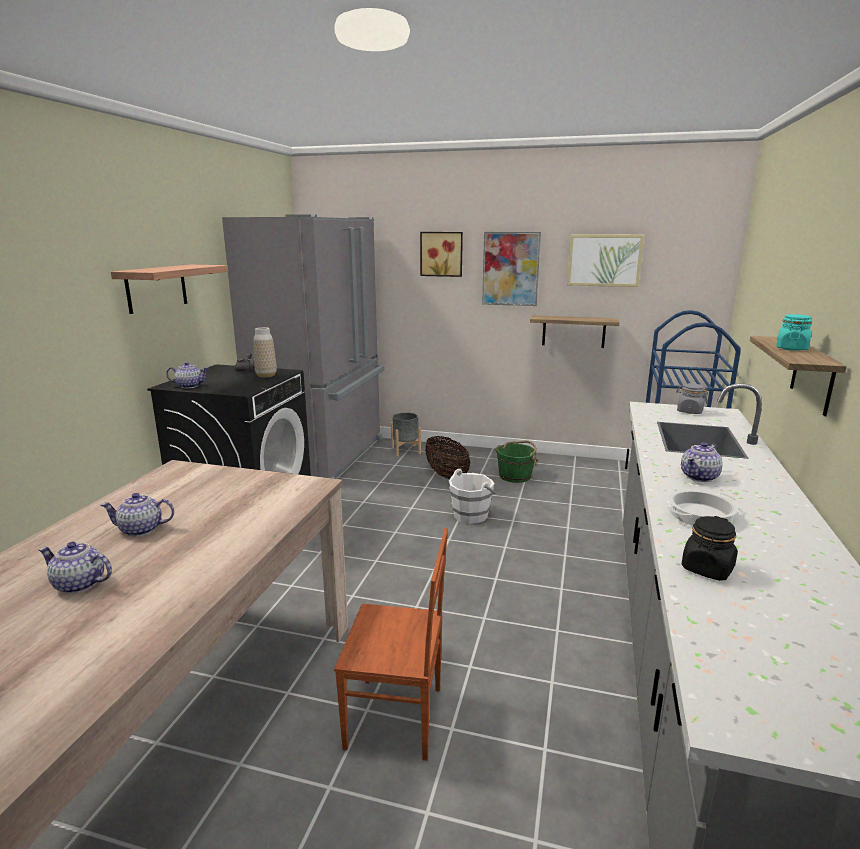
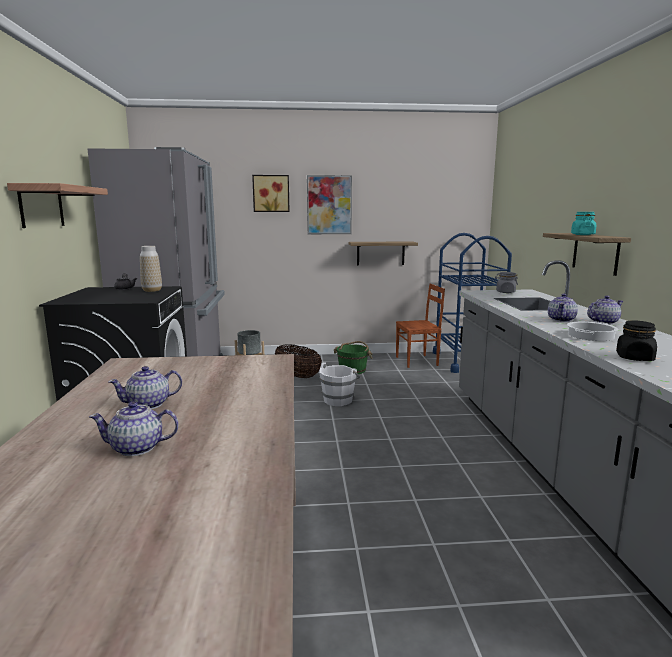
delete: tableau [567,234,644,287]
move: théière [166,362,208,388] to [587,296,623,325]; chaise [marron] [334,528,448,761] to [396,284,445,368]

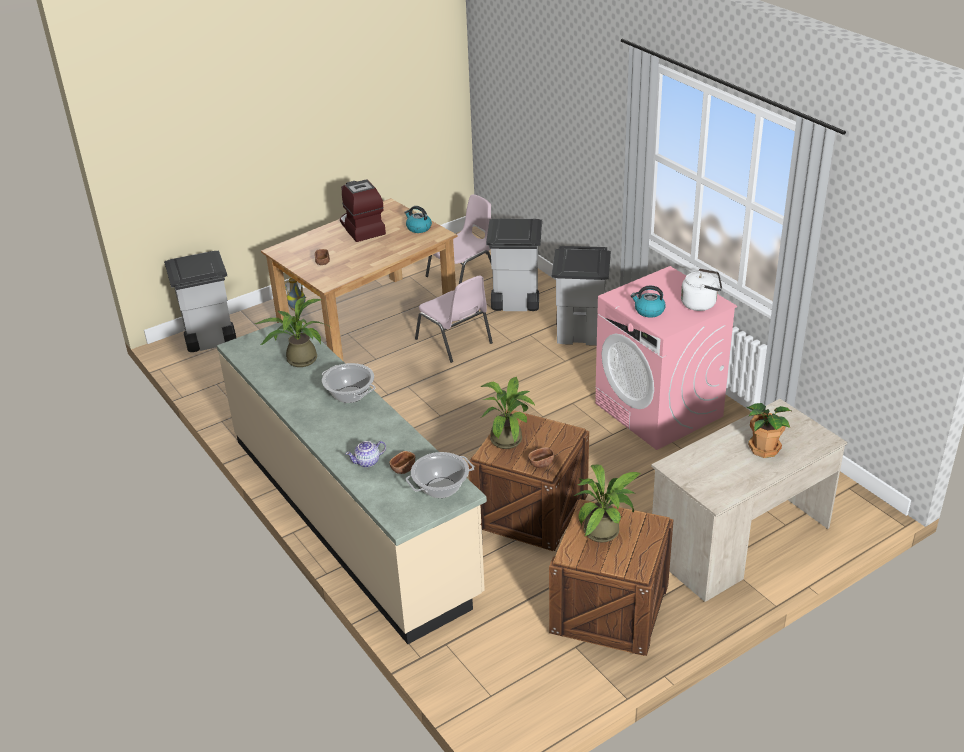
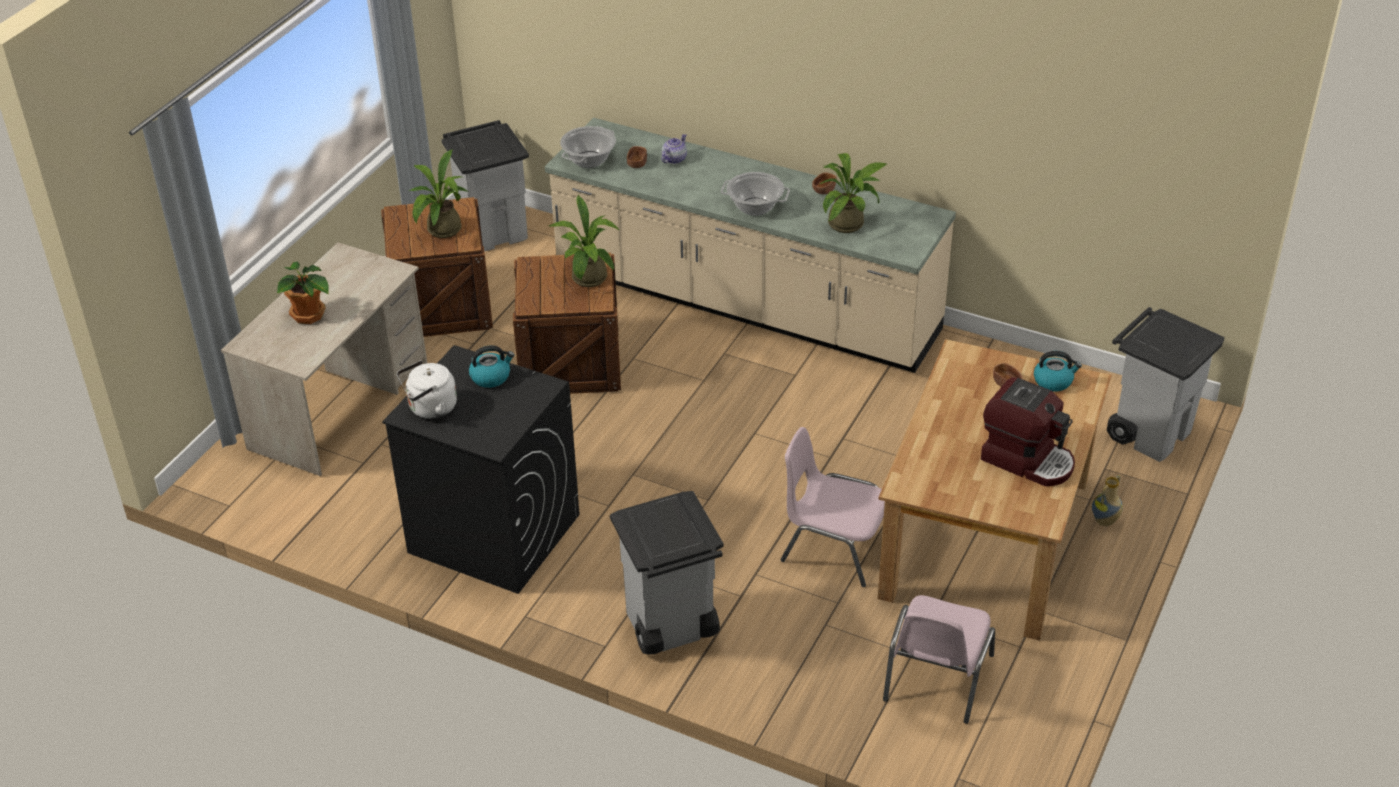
move: bouilloire [404,206,432,233] to [1034,351,1082,392]; poubelle [gris] [486,219,542,311] to [442,120,529,252]; bol [marron] [528,447,554,468] to [812,172,837,194]
recolor: lave-linge [rose] [595,266,737,450] to lave-linge [noir] [382,345,580,594]

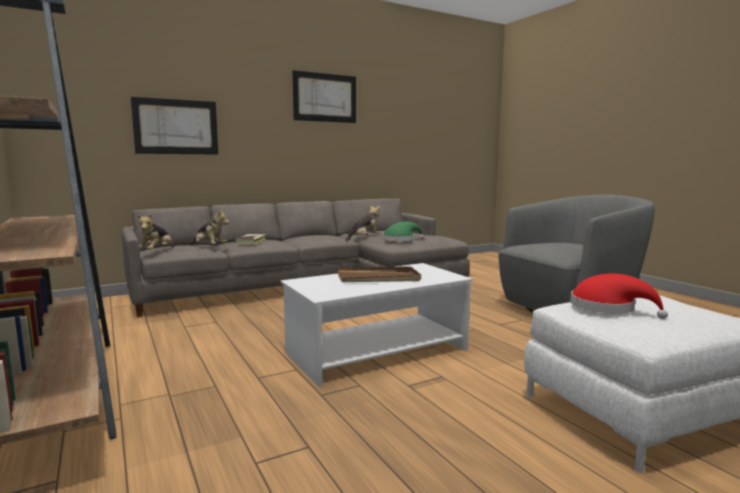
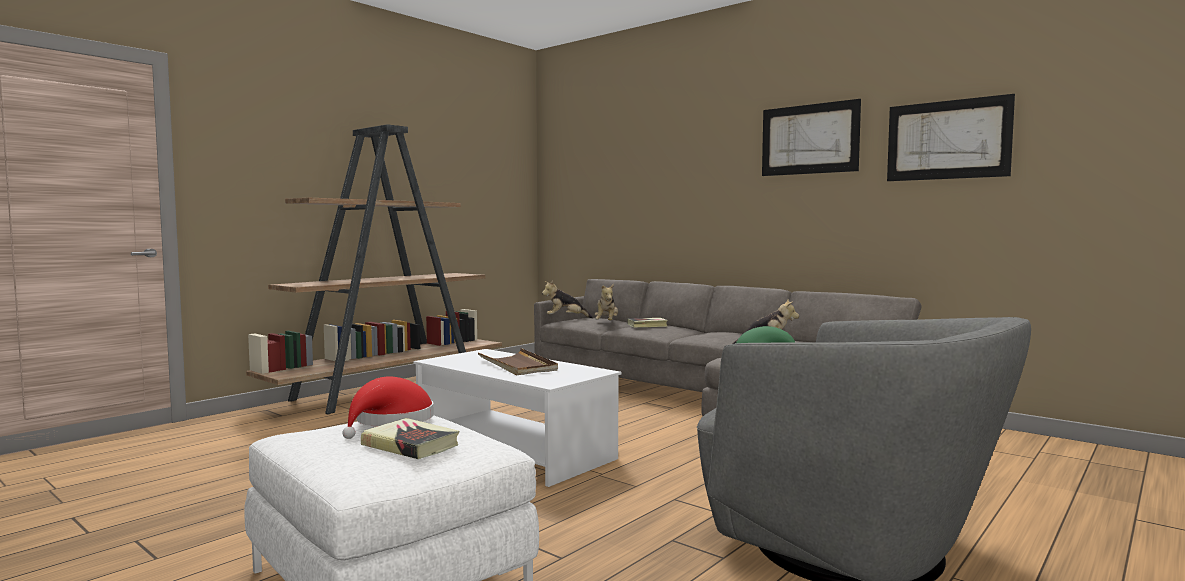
insert: livre [361,418,459,459]
move: tableau [131,97,218,155] to [887,94,1015,181]

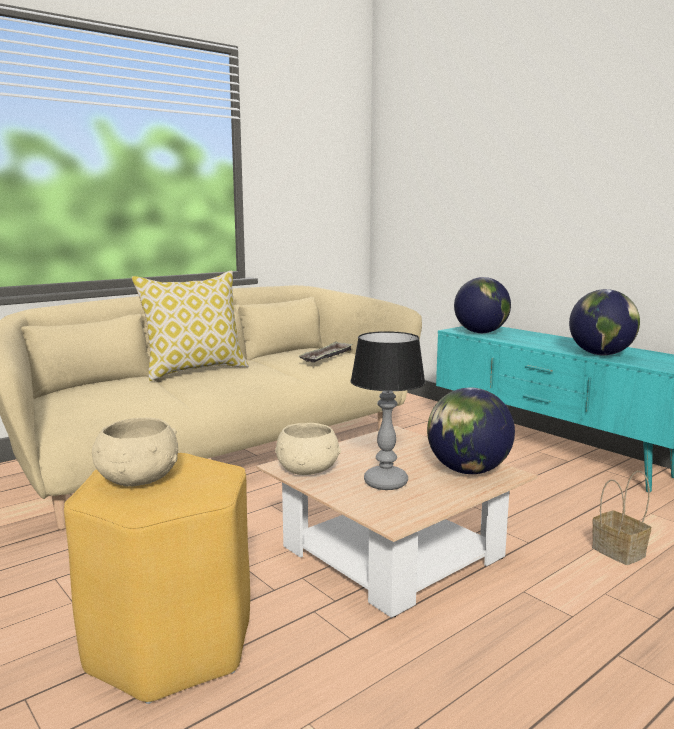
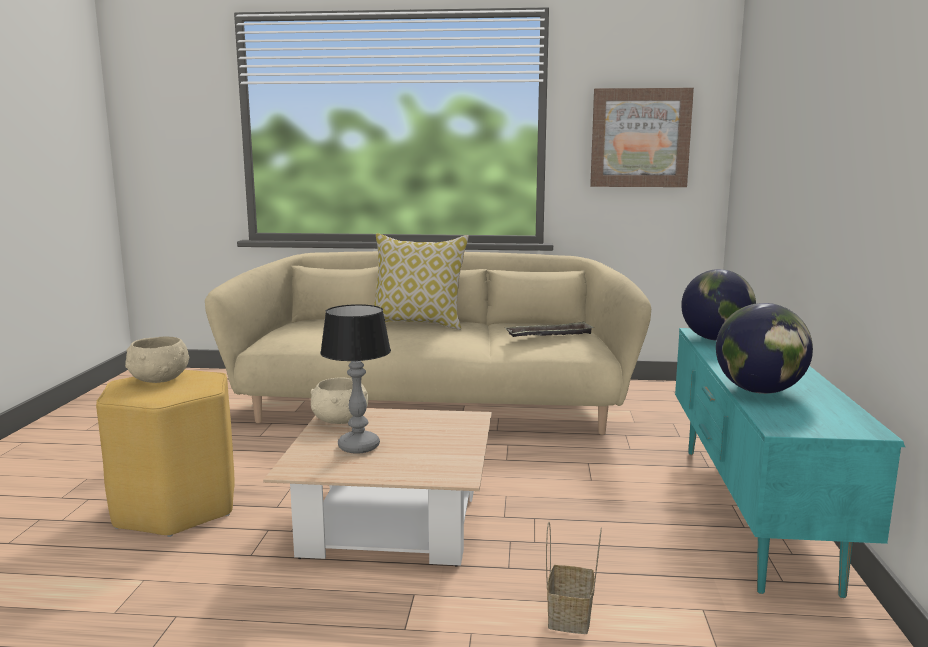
delete: globe [427,388,515,474]
insert: tableau [590,88,694,187]

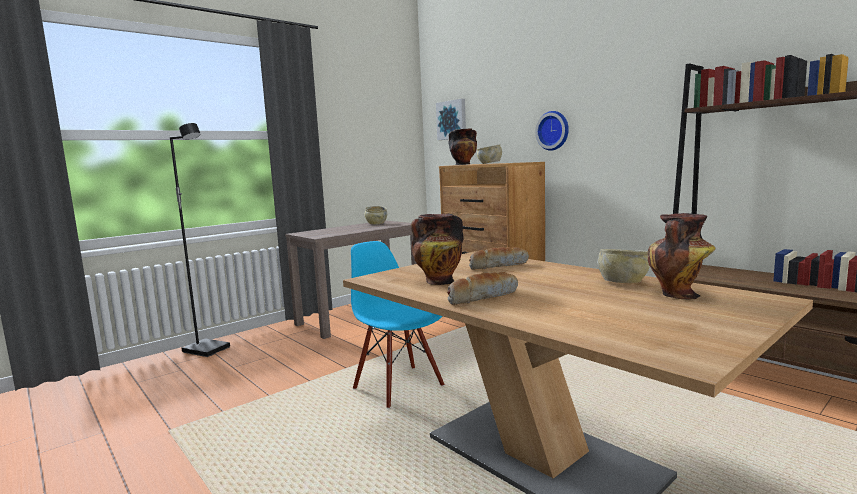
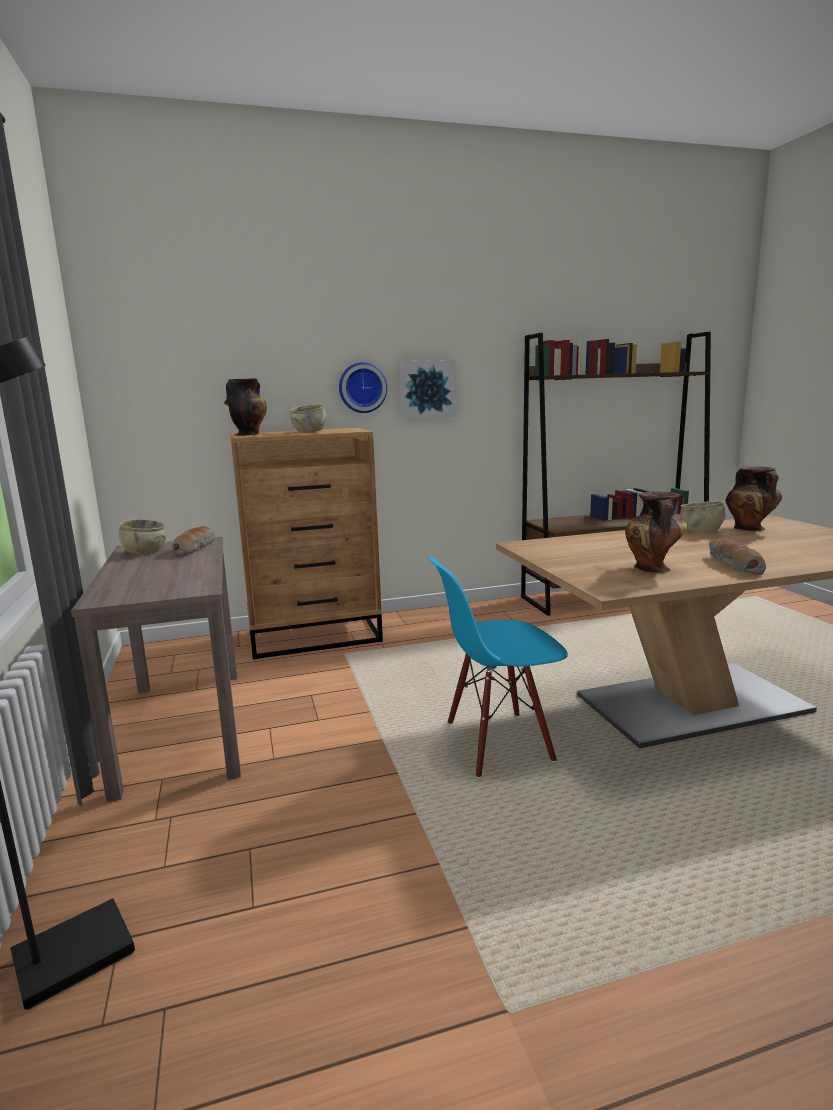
move: tableau [436,99,466,140] to [399,360,456,419]; pain [469,247,529,270] to [172,526,215,556]

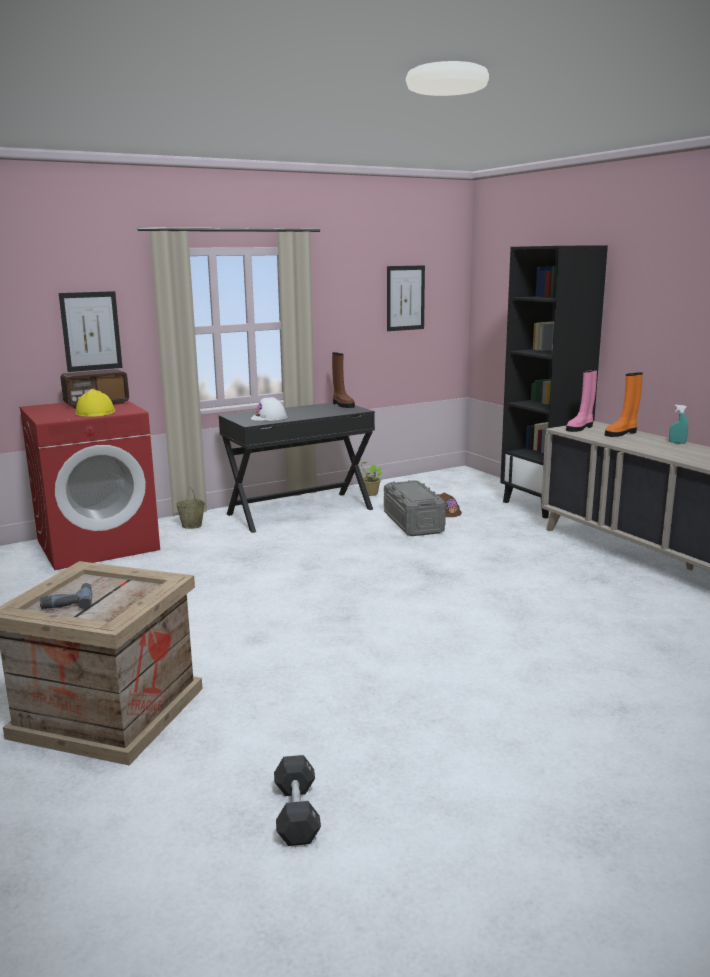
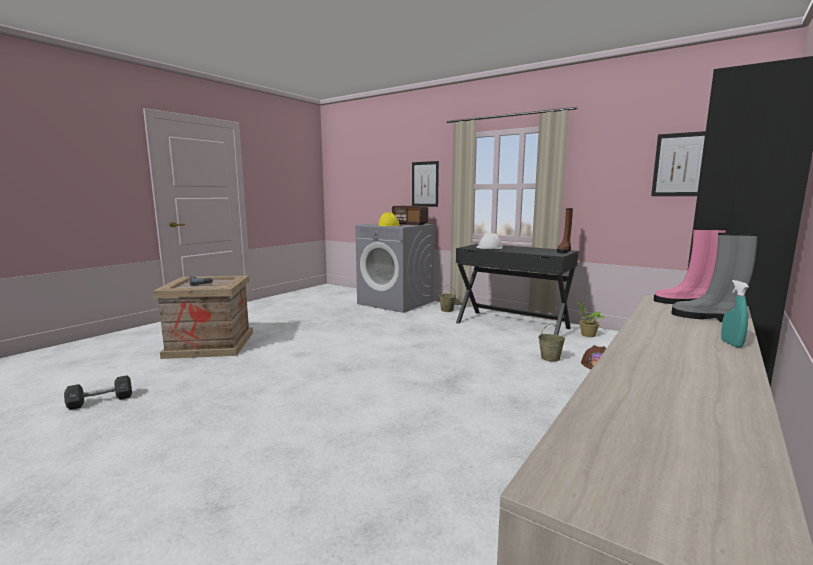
replace: boîte de rangement [gris] [384,480,446,536] to seau [beige] [538,323,565,362]
recolor: lave-linge [rouge] [20,401,160,570] to lave-linge [gris] [355,223,436,313]; botte [orange] [605,372,643,437] to botte [gris] [671,233,758,322]

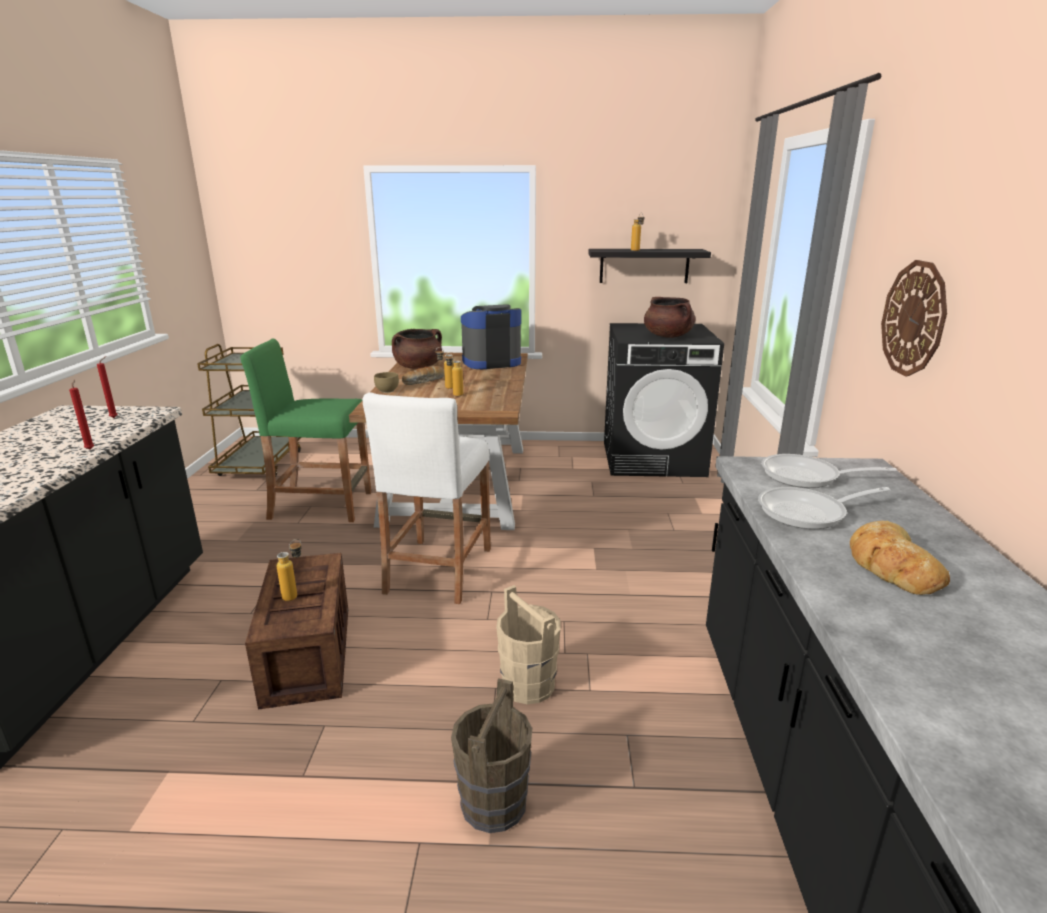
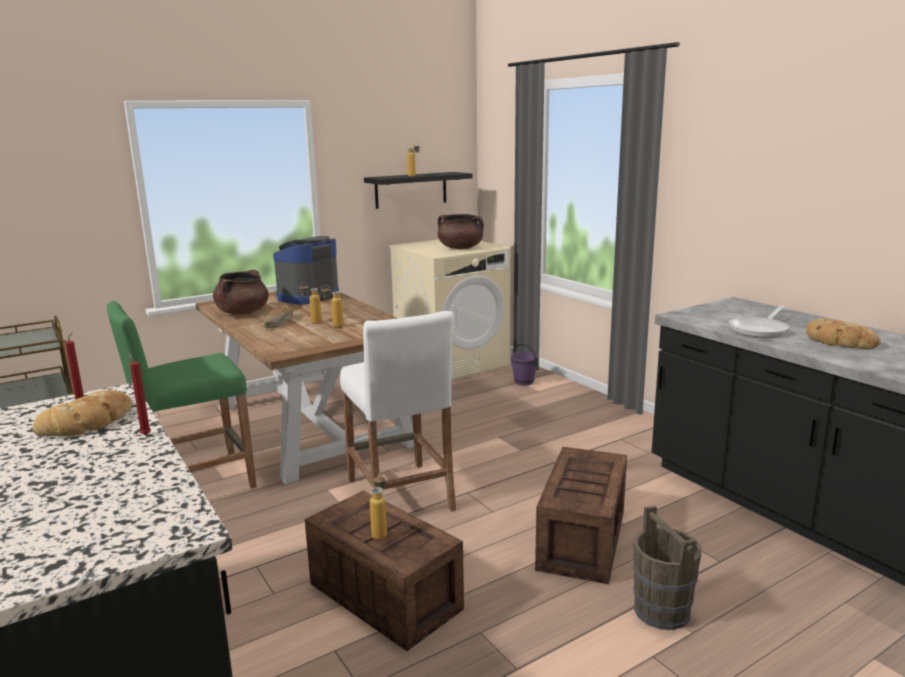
delete: bol [marron] [374,372,399,393]; poêle [762,454,897,488]; horloge murale [881,260,947,377]
insert: pain [32,390,132,436]; seau [violet] [510,344,539,386]
replace: seau [beige] [496,585,561,704] to caisse [535,447,627,584]
recolor: lave-linge [noir] [604,323,724,477] to lave-linge [beige] [389,239,511,380]

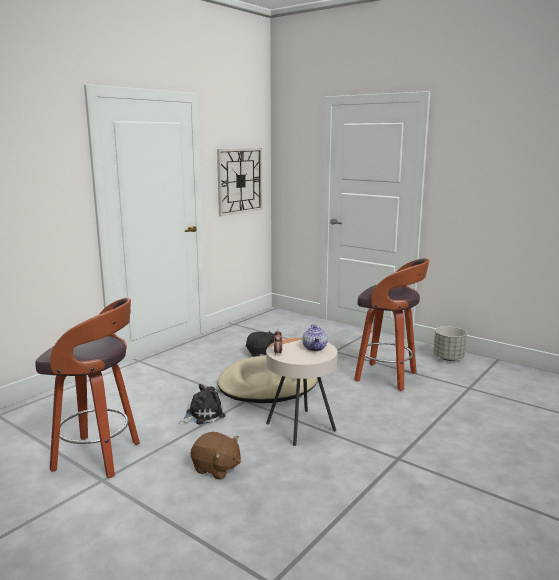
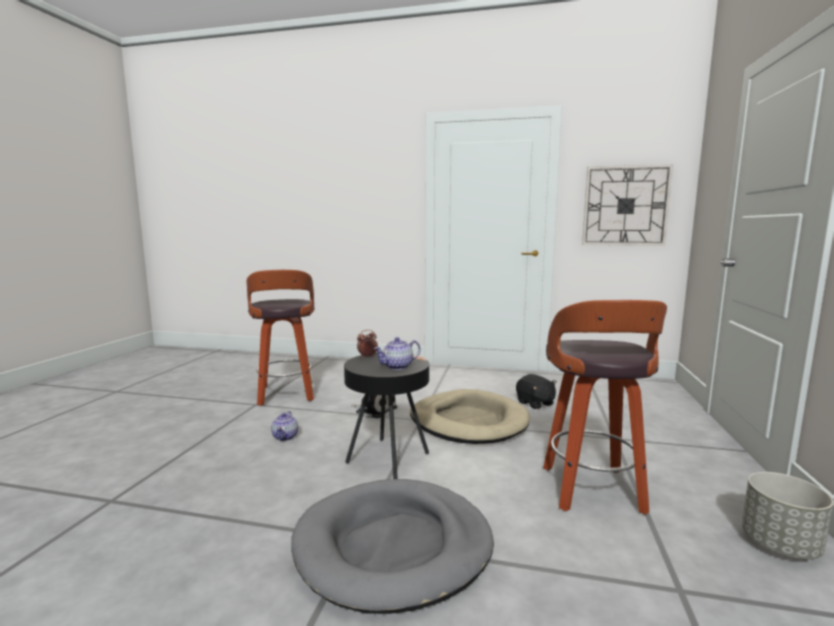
insert: panier pour chien [gris] [291,479,494,614]
replace: peluche [marron] [191,432,241,480] to théière [271,411,298,441]
recolor: table d'appoint [beige] [266,338,338,446] to table d'appoint [noir] [344,353,429,479]

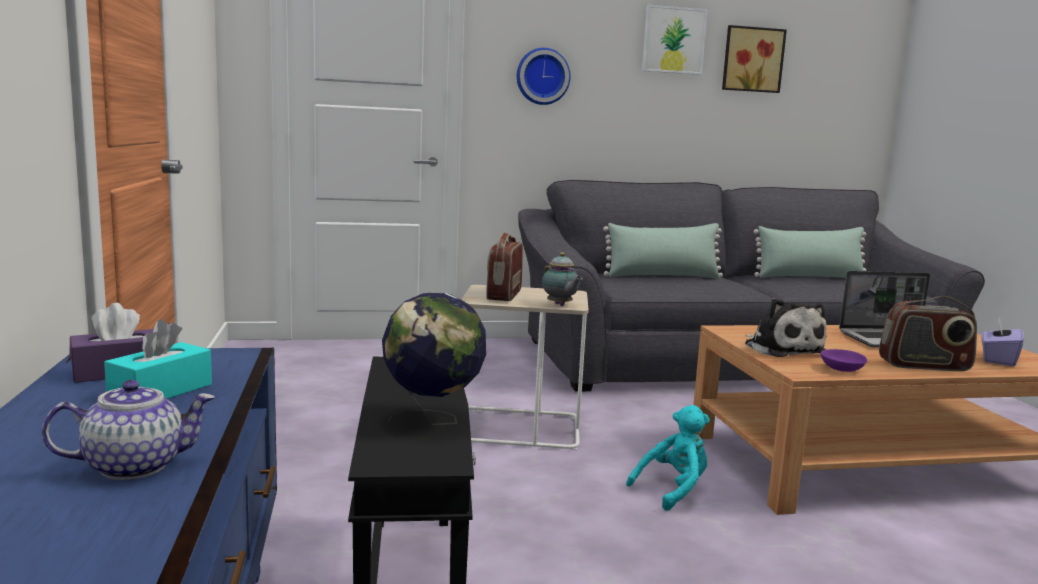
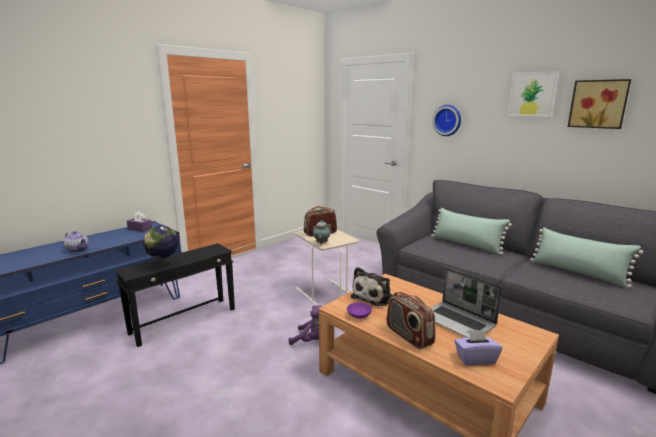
delete: boîte à mouchoirs [turquoise] [104,319,212,399]
recolor: peluche [turquoise] [626,405,710,511] to peluche [violet] [288,305,322,345]

